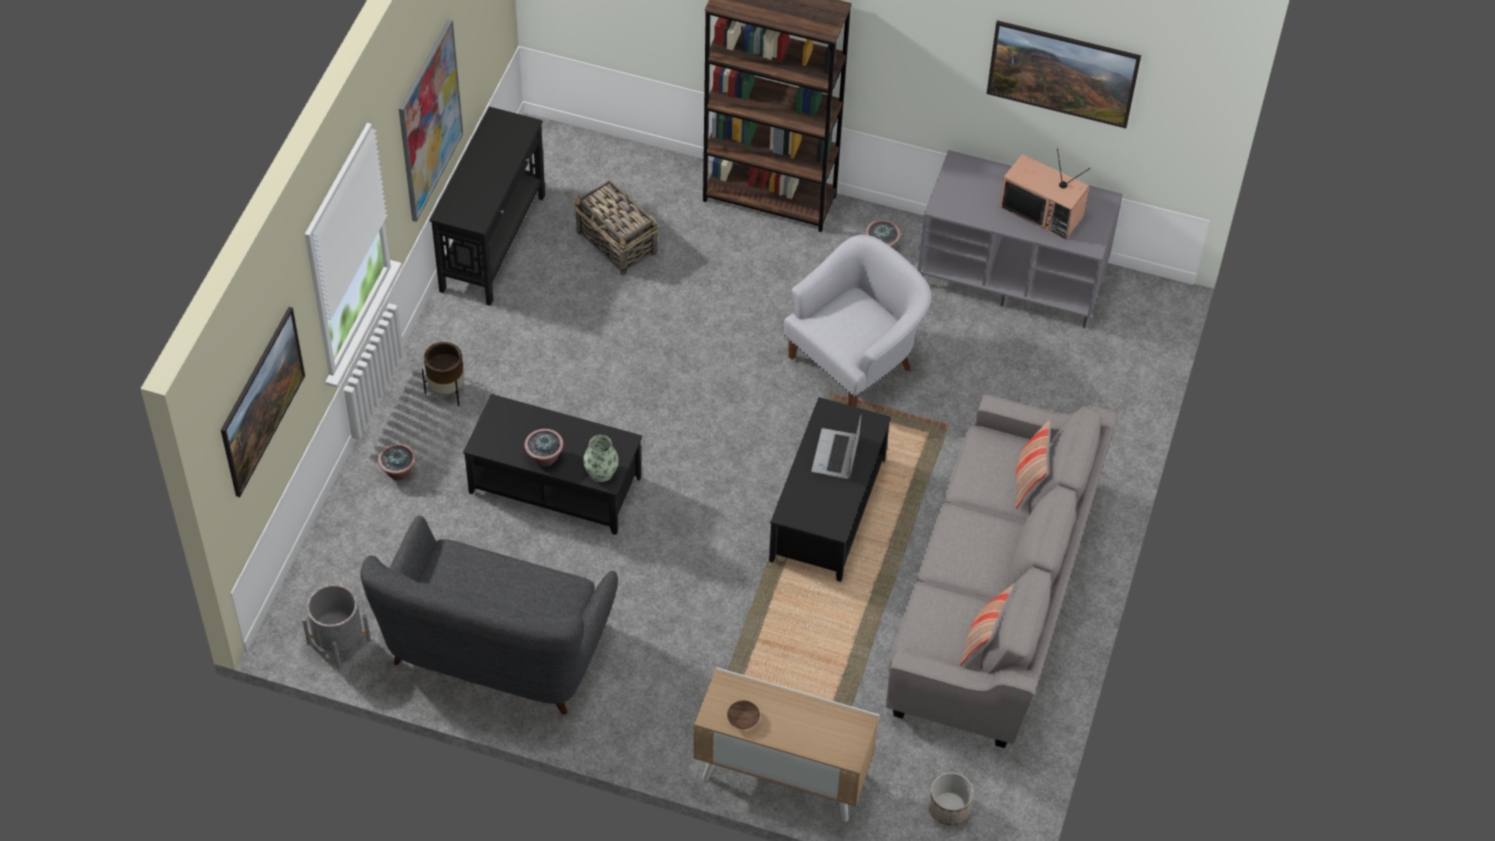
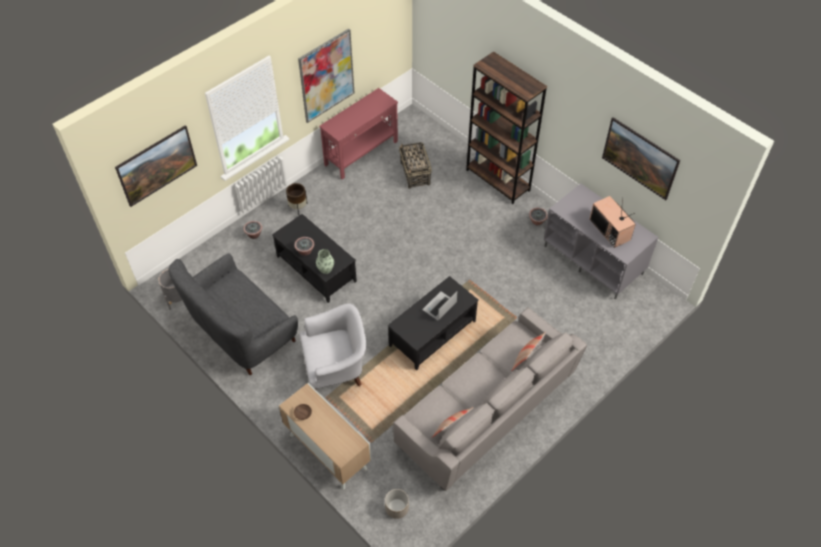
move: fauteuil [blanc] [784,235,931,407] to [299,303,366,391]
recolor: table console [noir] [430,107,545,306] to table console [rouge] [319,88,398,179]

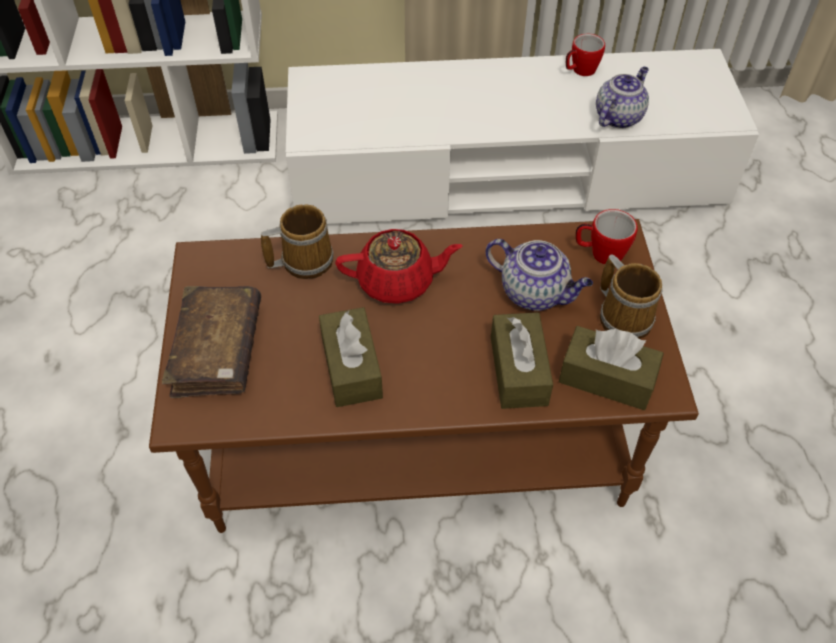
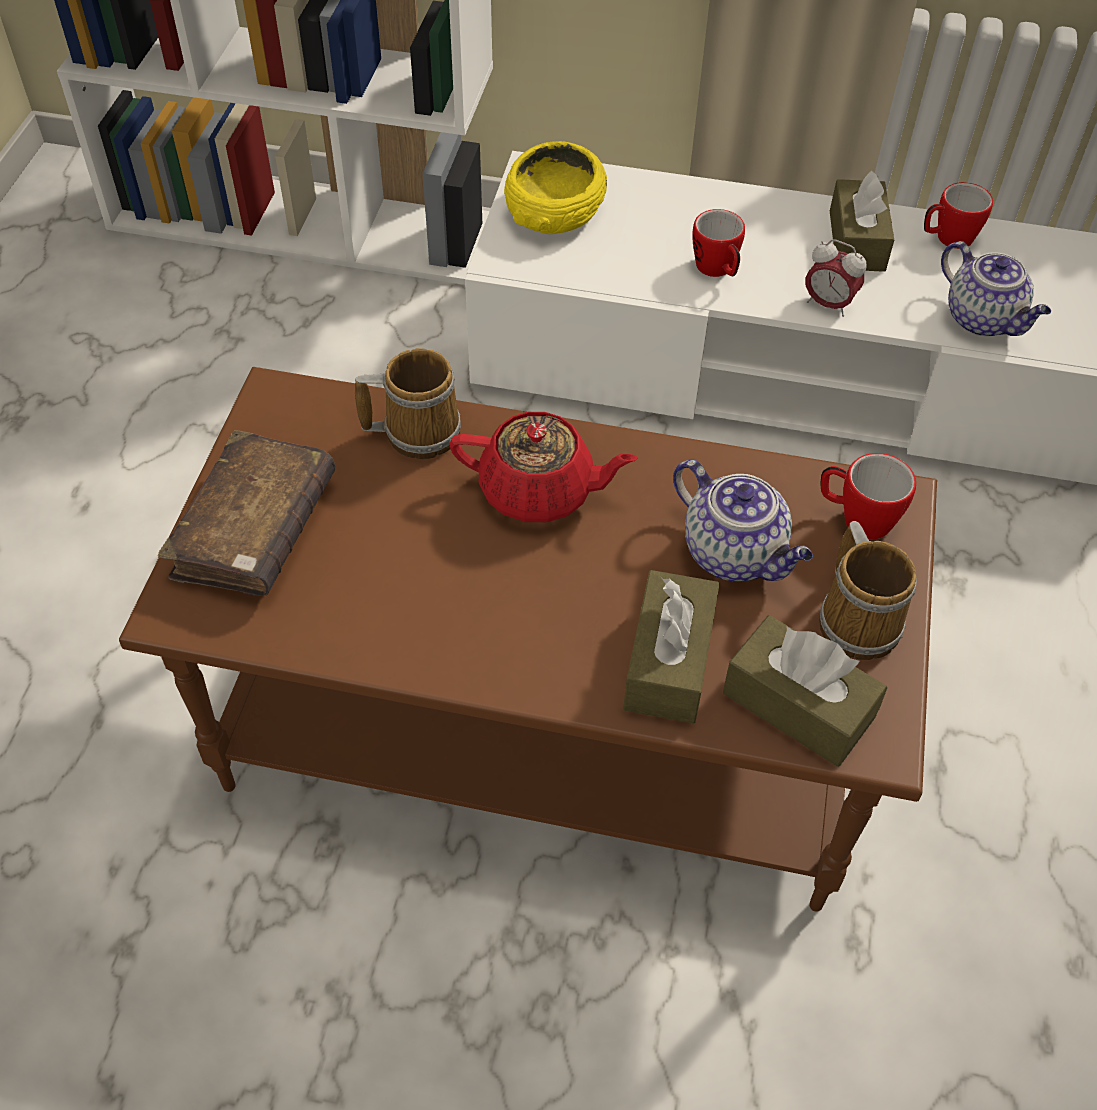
insert: bol [jaune] [504,141,607,234]; mug [692,209,745,277]; réveil [805,239,866,317]
move: boîte à mouchoirs [marron] [319,307,383,407] to [830,171,894,272]
rotate: théière [596,67,649,129] = [941,241,1051,336] 90 degrees clockwise

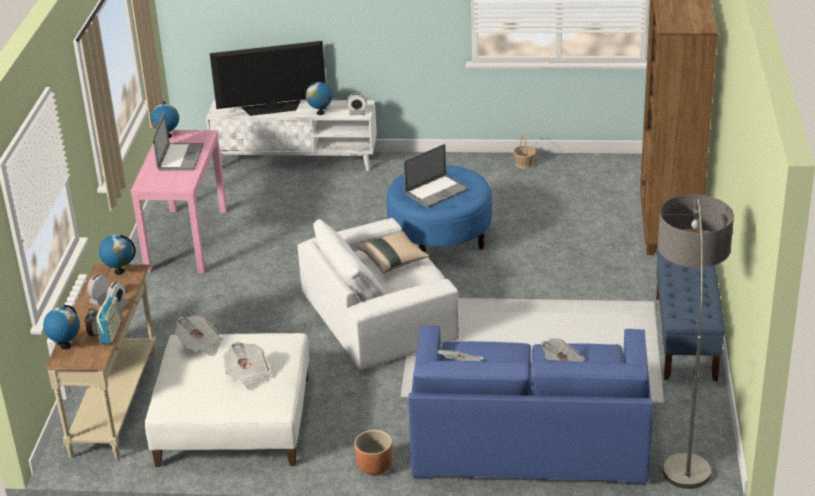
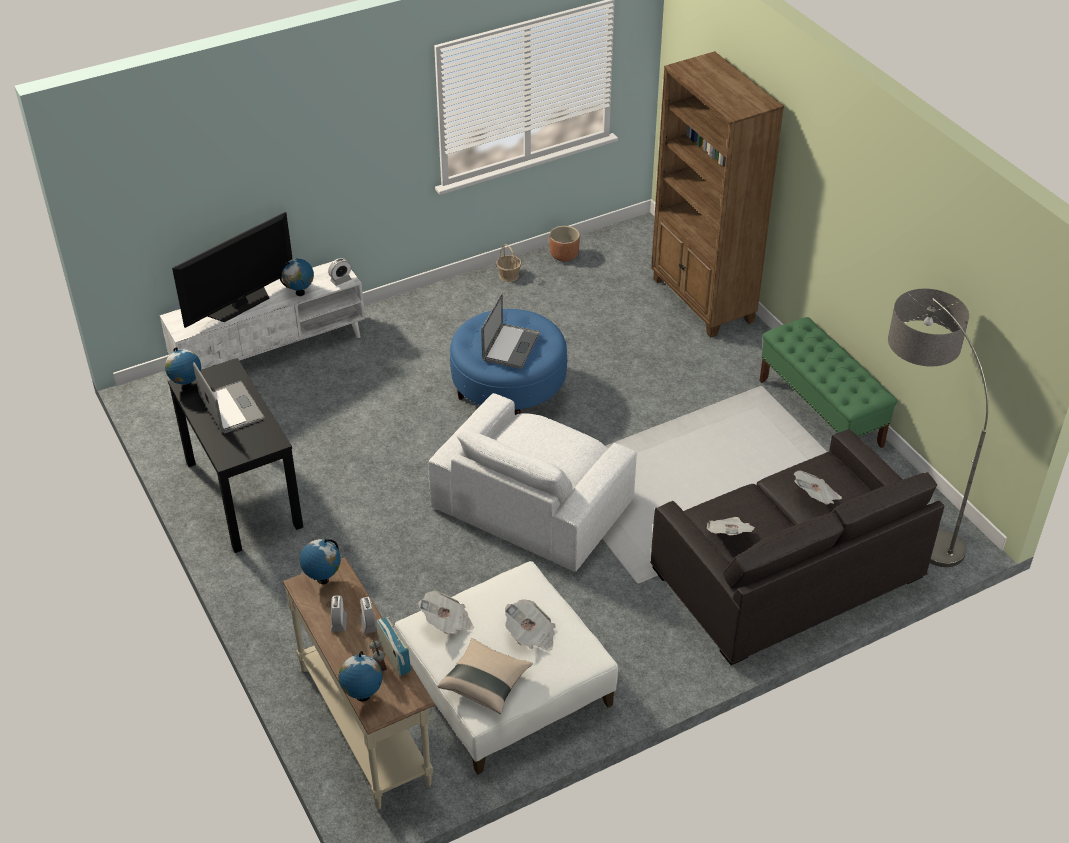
move: cache-pot [marron] [354,430,393,475] to [549,226,580,262]; coussin [beige] [357,231,430,273] to [438,638,533,714]
recolor: table console [rose] [130,130,227,273] to table console [noir] [168,358,303,553]; canapé [bleu] [408,325,653,485] to canapé [gris] [650,429,944,665]; banc [bleu] [656,247,725,381] to banc [vert] [759,317,897,448]

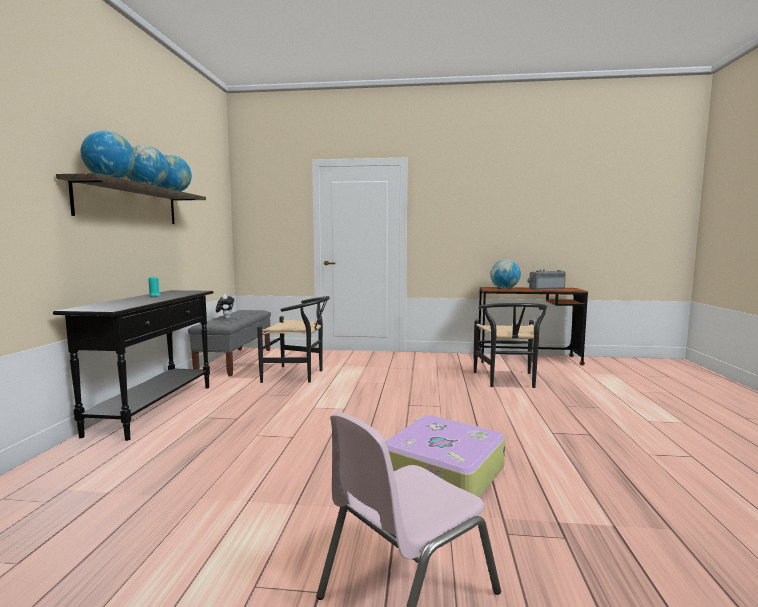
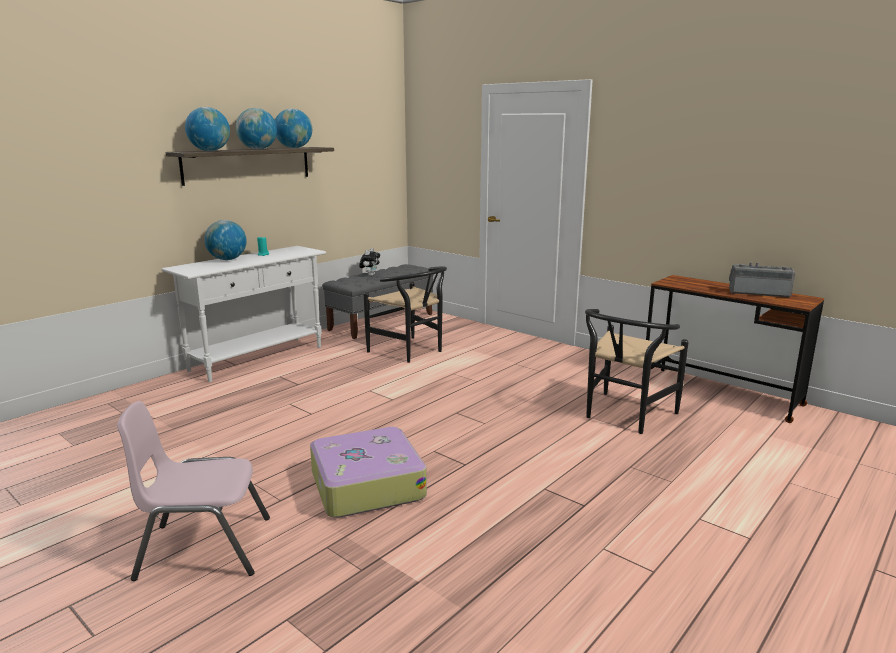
move: globe [490,260,521,289] to [204,220,247,260]
recolor: table console [noir] [53,290,213,441] to table console [blanc] [161,246,326,382]

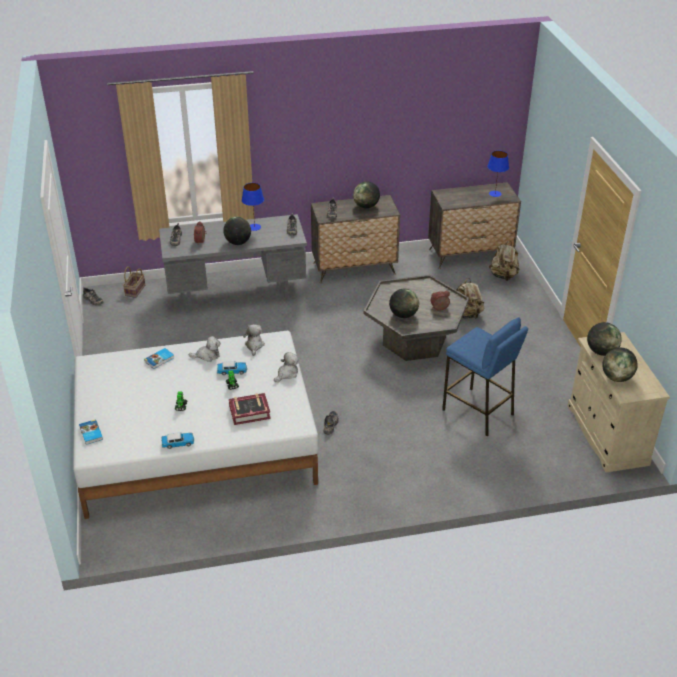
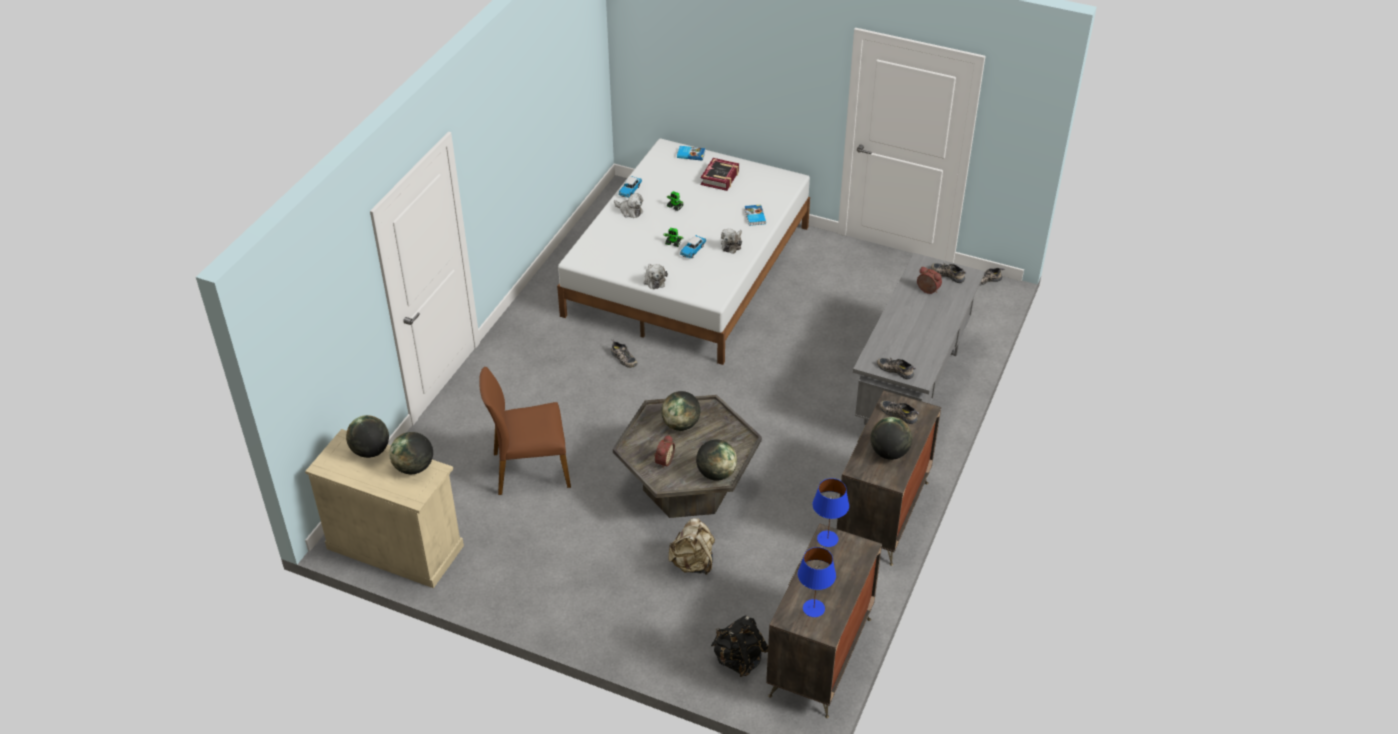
delete: panier [123,267,145,298]
move: globe [223,217,251,245] to [696,439,737,481]; livre [229,393,271,425] to [701,158,739,191]; lampe de table [bleu] [242,183,264,231] to [812,478,849,547]; peluche [243,324,265,356] to [614,193,643,218]
replace: tabouret [bleu] [442,317,528,436] to chaise [marron] [479,367,571,495]
recolor: sac à dos [beige] [489,241,519,281] to sac à dos [noir] [711,616,768,677]

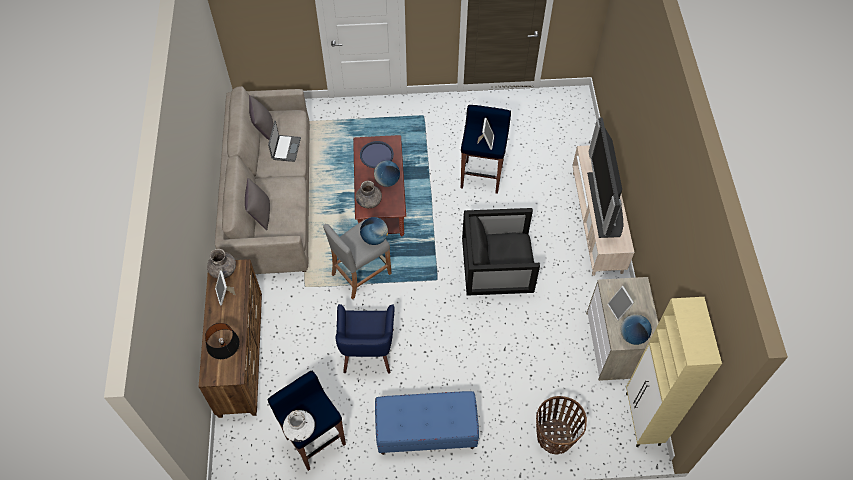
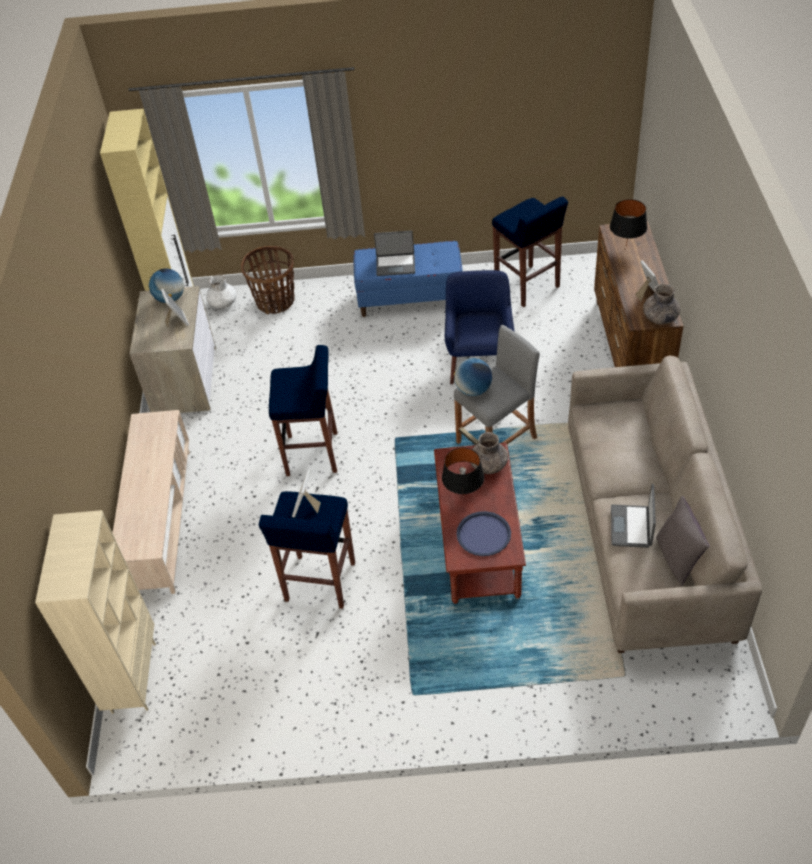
delete: coussin [gris] [245,178,270,230]; téléviseur [587,118,623,238]
insert: bibliothèque [beige] [35,510,156,714]; ordinateur portable [374,231,415,276]
move: vase [blanc] [283,410,315,442] to [206,274,236,309]
replace: globe [374,161,400,187] to lampe de table [noir] [442,447,484,494]; fauteuil [noir] [462,208,540,296] to tabouret [bleu] [269,345,337,476]

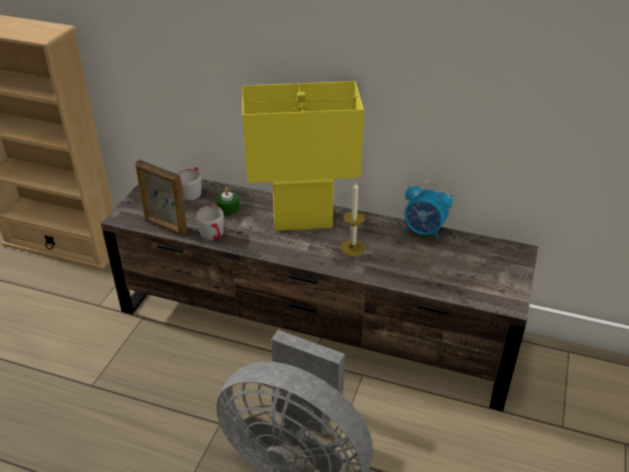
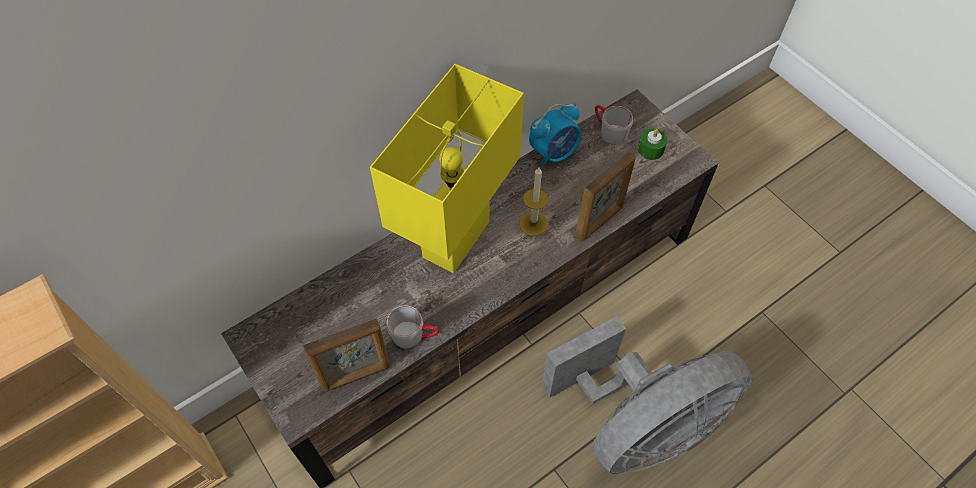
insert: cadre photo [575,151,636,242]
move: mug [gris] [177,167,201,200] to [595,105,633,145]; bougie [vert] [216,187,240,216] to [638,128,667,160]

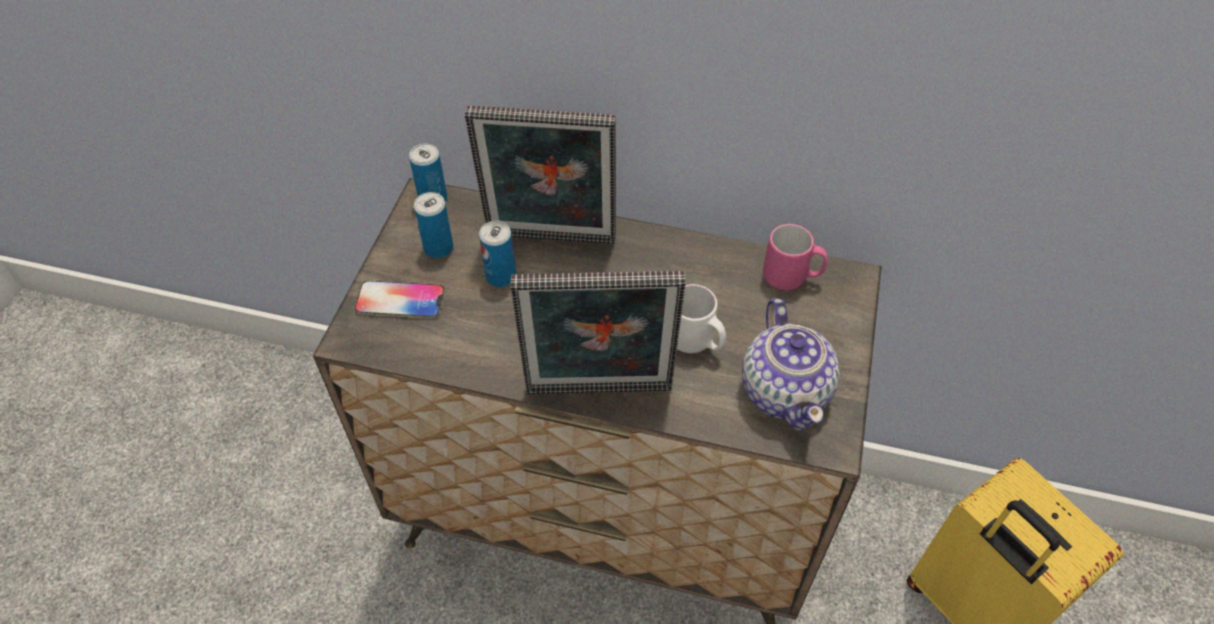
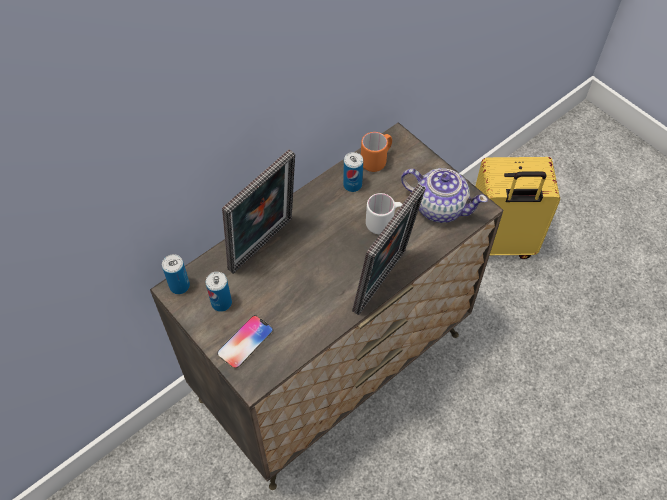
move: boîte métallique [479,221,516,287] to [343,152,363,192]
recolor: mug [rose] [763,224,828,291] to mug [orange] [361,132,392,172]

